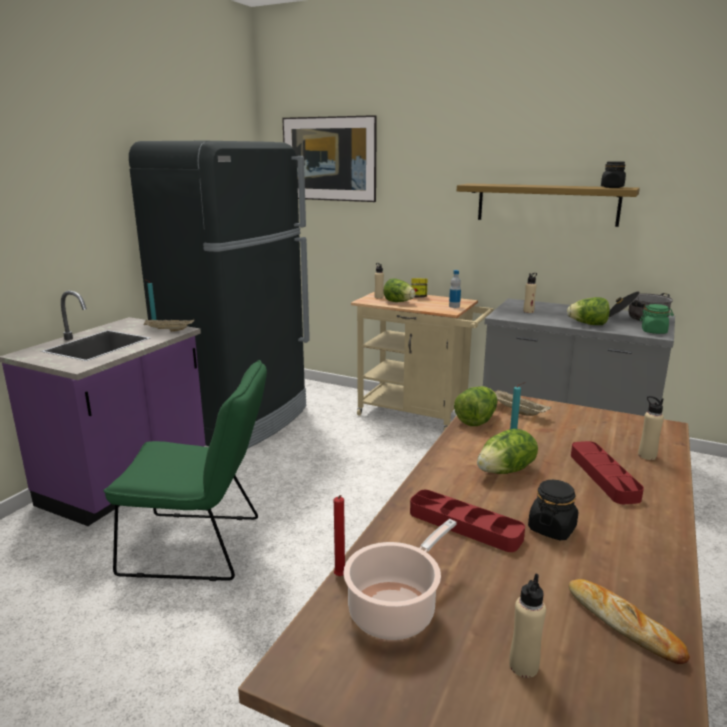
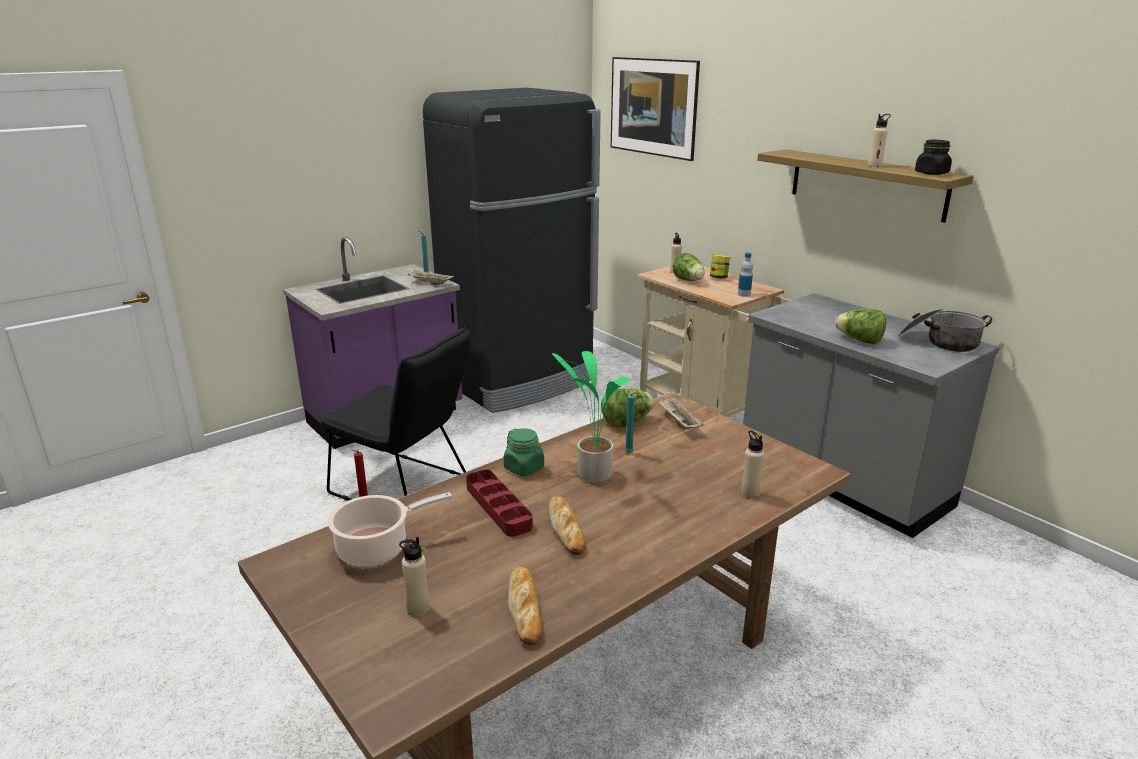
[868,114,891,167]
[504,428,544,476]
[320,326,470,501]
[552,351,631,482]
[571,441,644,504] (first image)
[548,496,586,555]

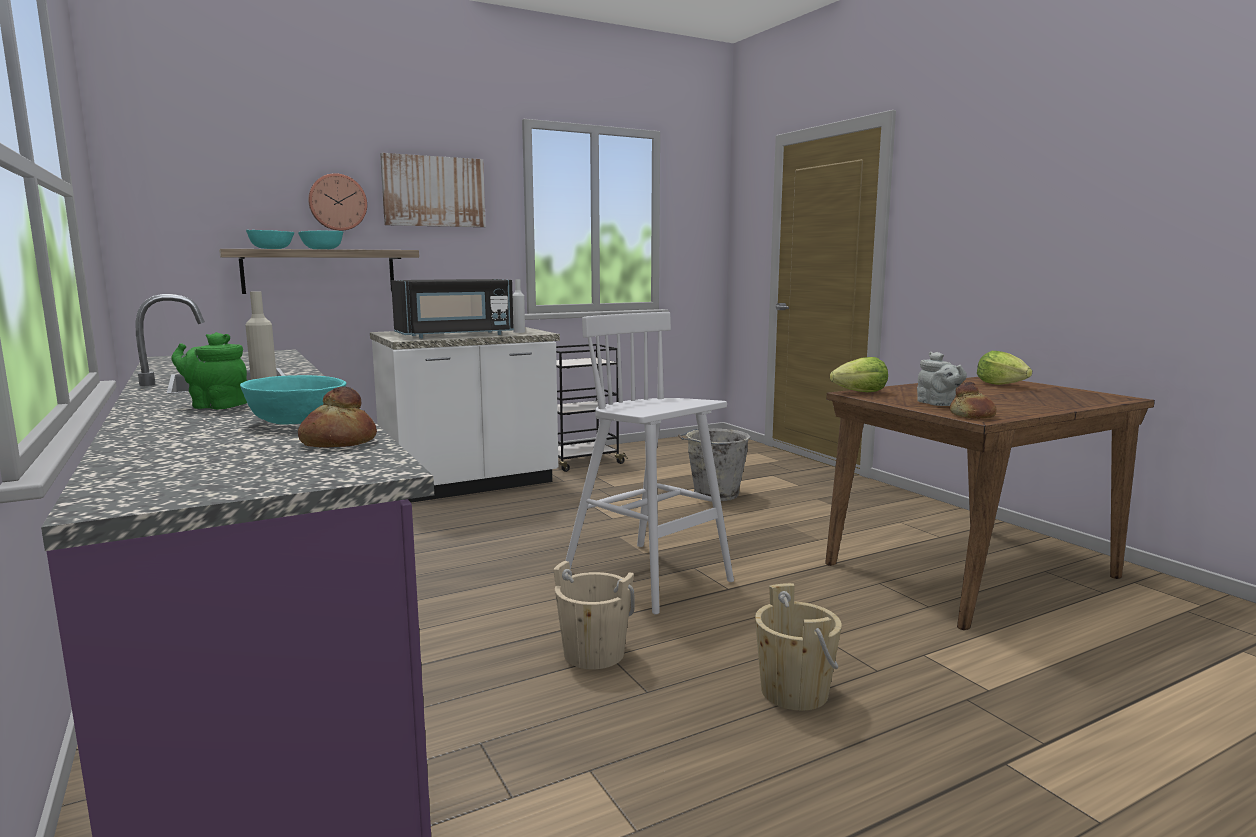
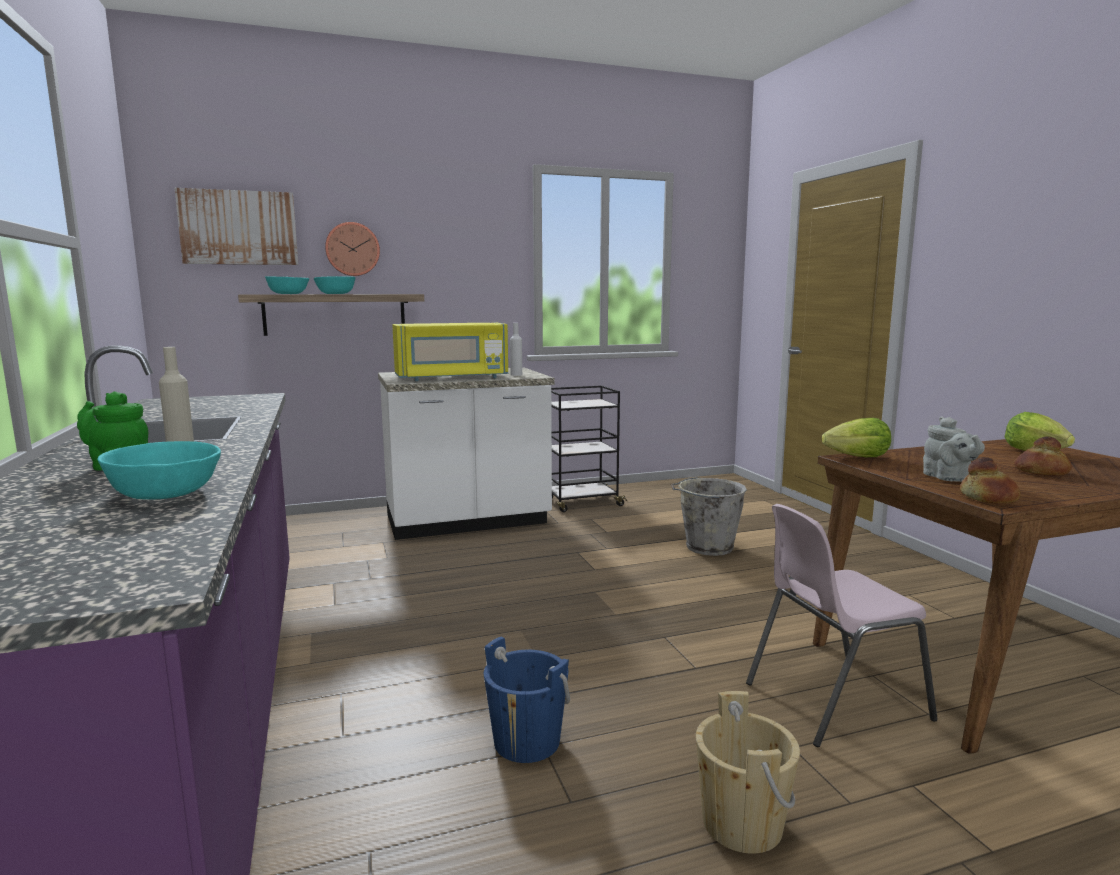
[174,188,298,265]
[392,323,508,381]
[565,312,734,614] (first image)
[1015,436,1072,475]
[484,636,570,763]
[746,504,938,747]

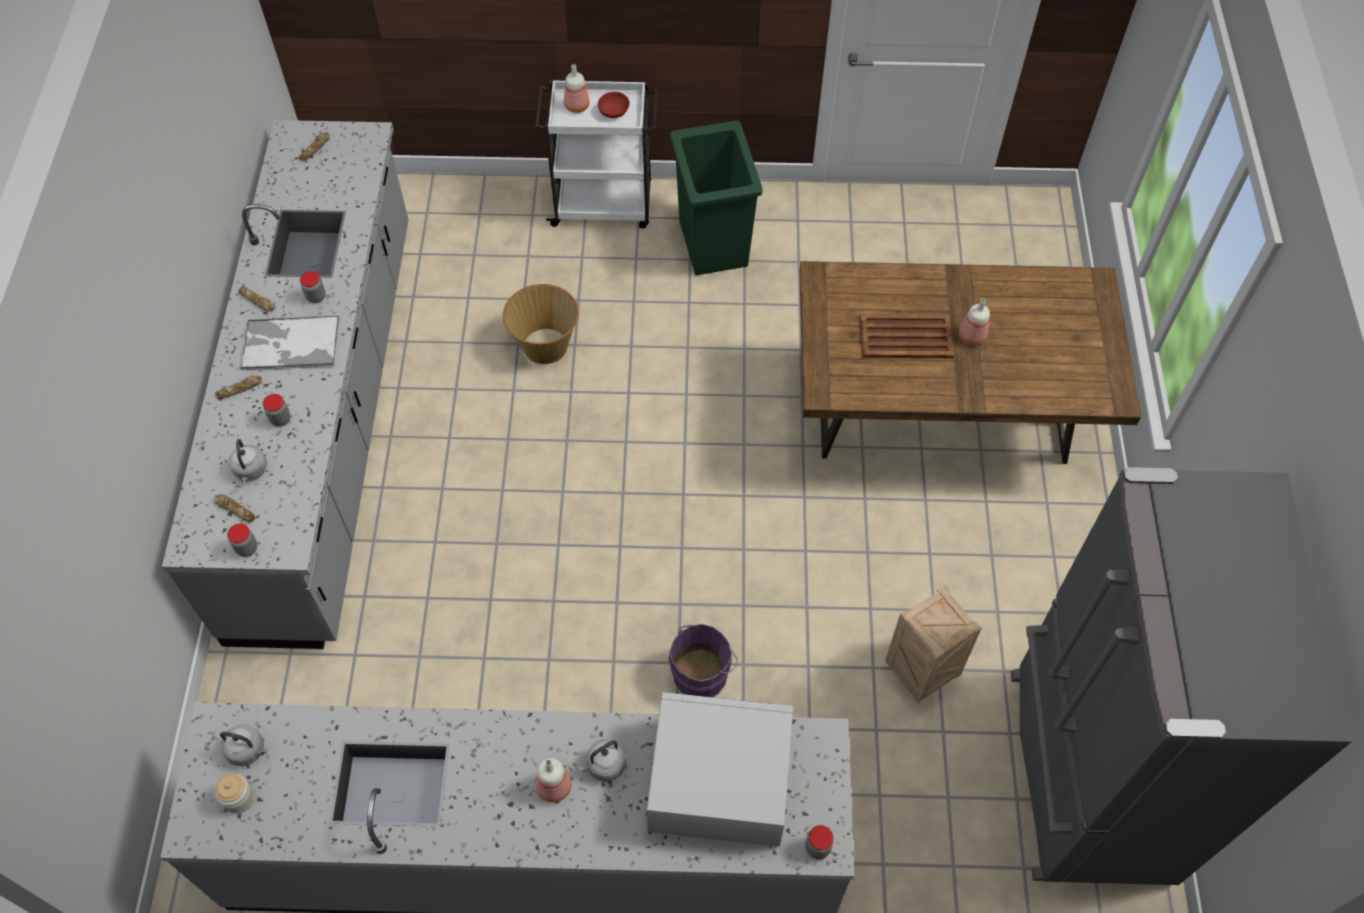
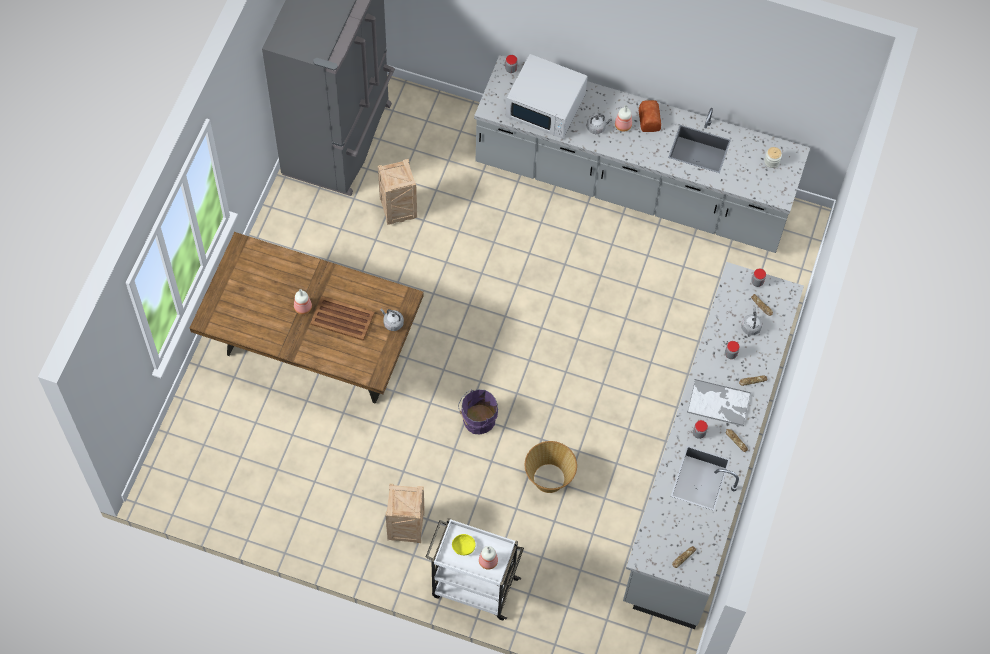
[452,534,476,555]
[385,484,425,543]
[458,389,498,434]
[380,309,404,331]
[639,100,661,132]

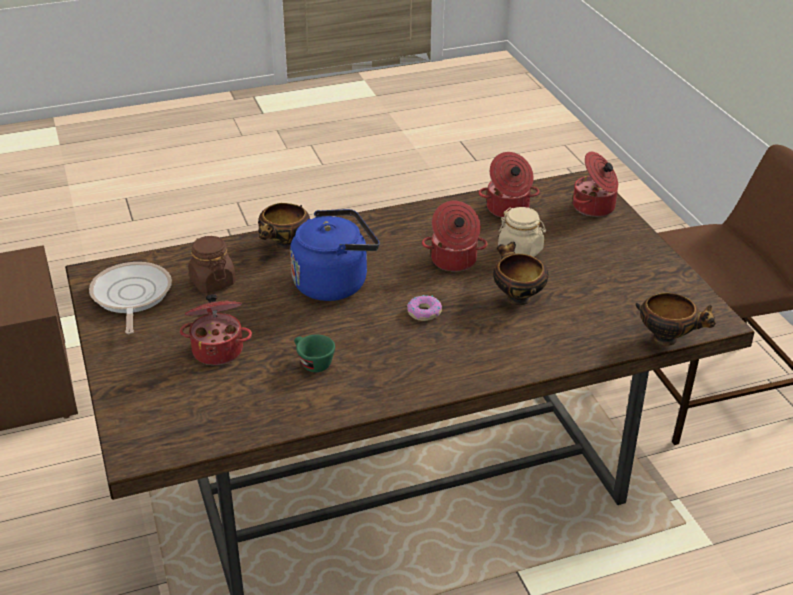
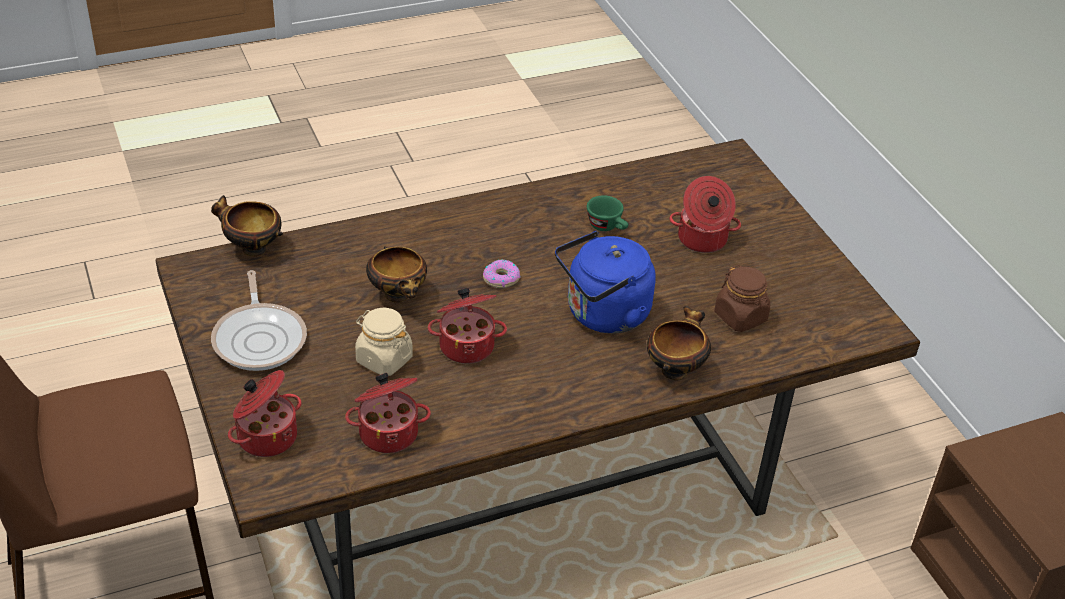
[211,270,307,371]

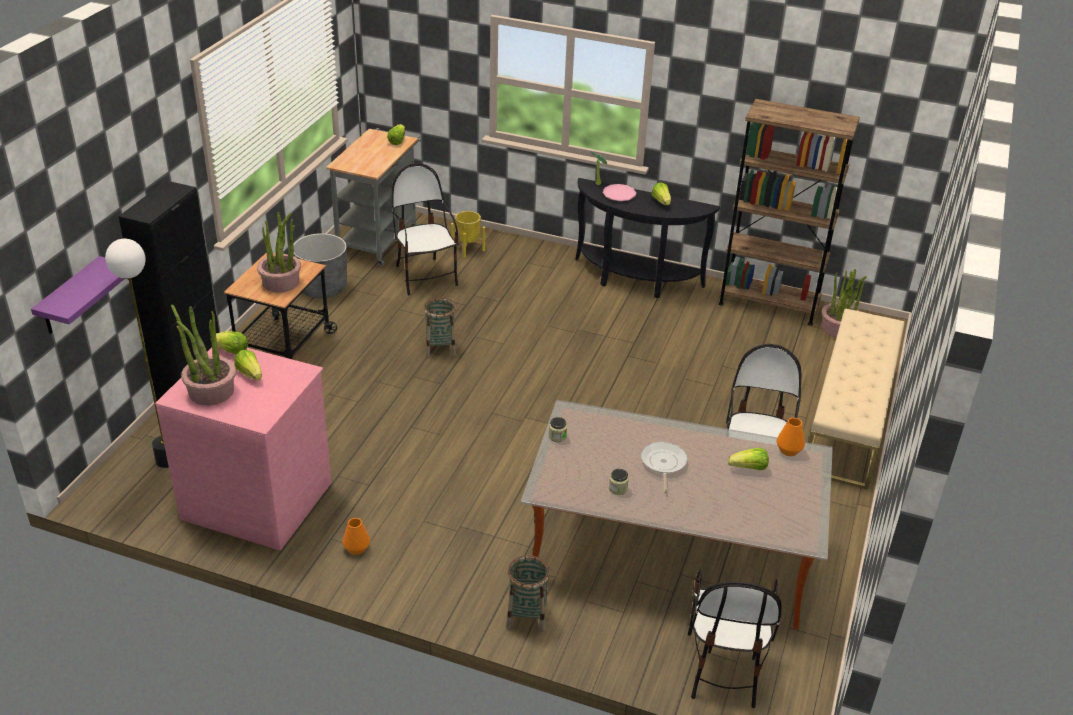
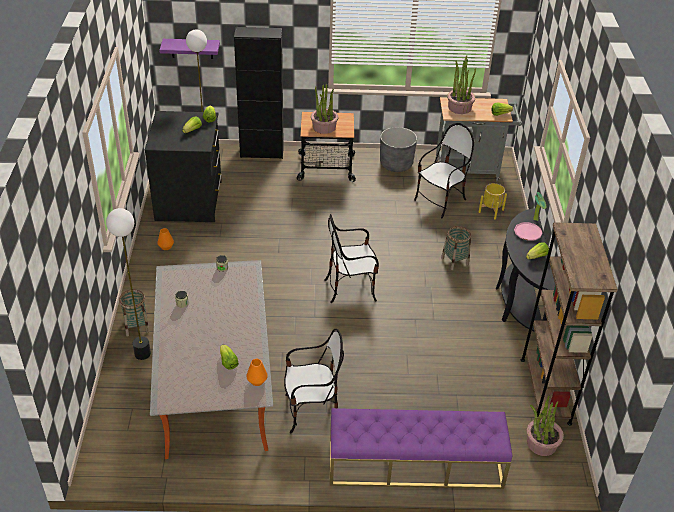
[441,226,471,270]
[447,55,476,114]
[330,408,512,489]
[145,111,222,222]
[641,442,688,493] (first image)
[325,214,379,303]
[106,208,151,360]

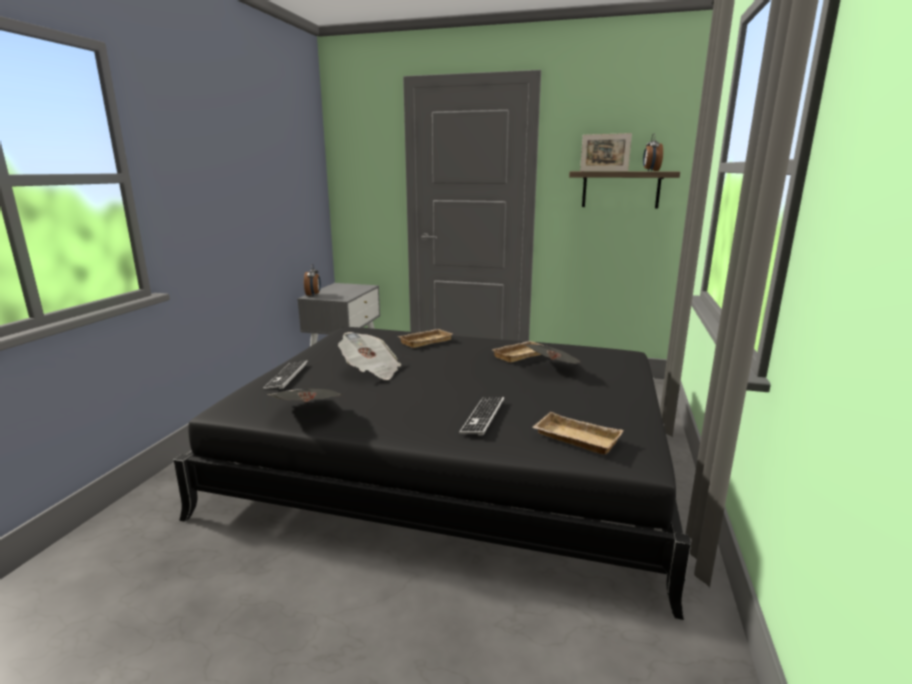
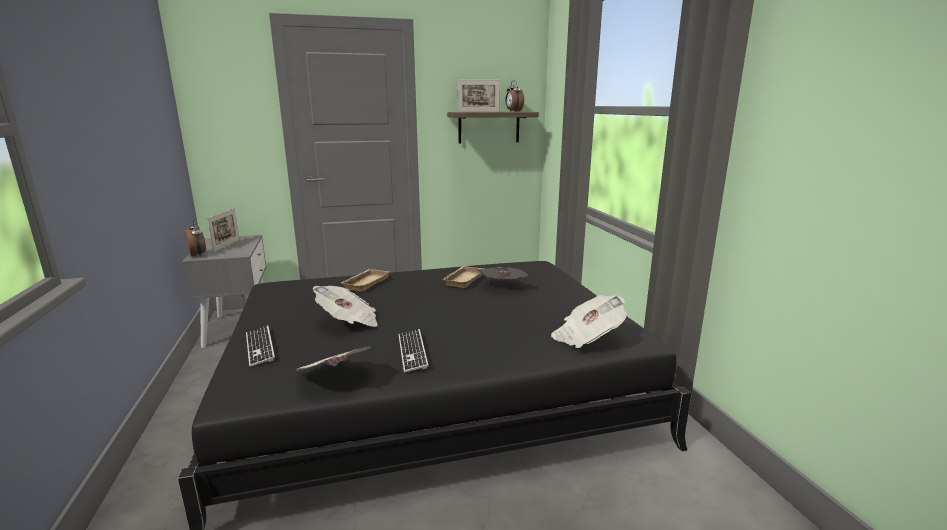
[398,329,429,372]
[551,295,627,348]
[207,208,239,252]

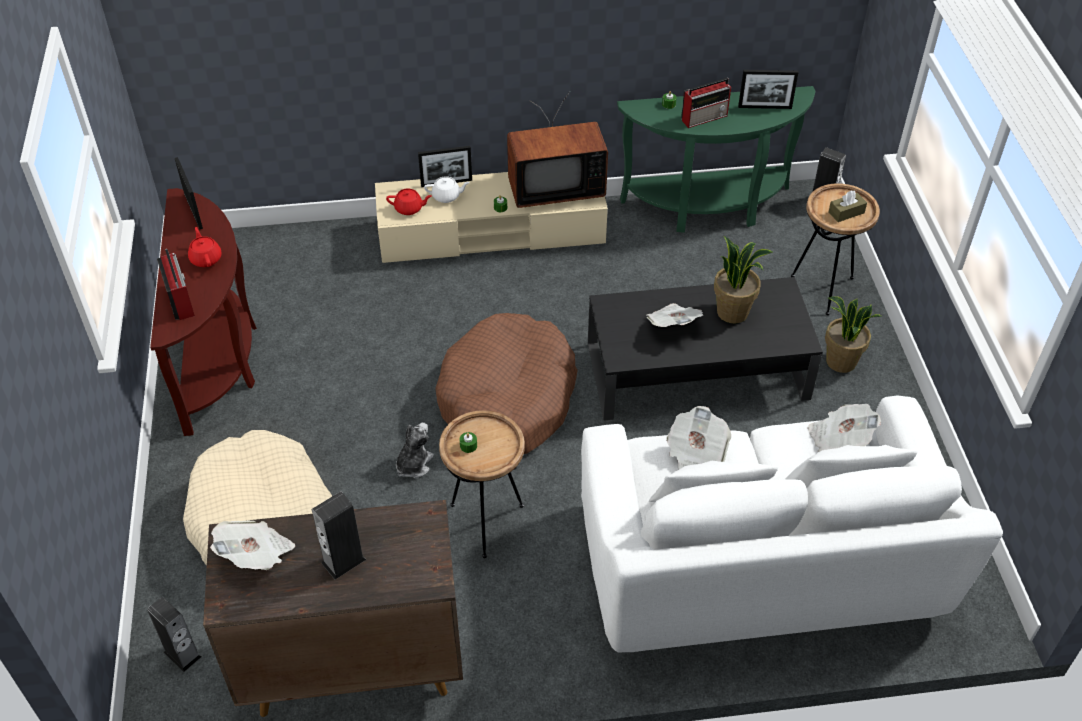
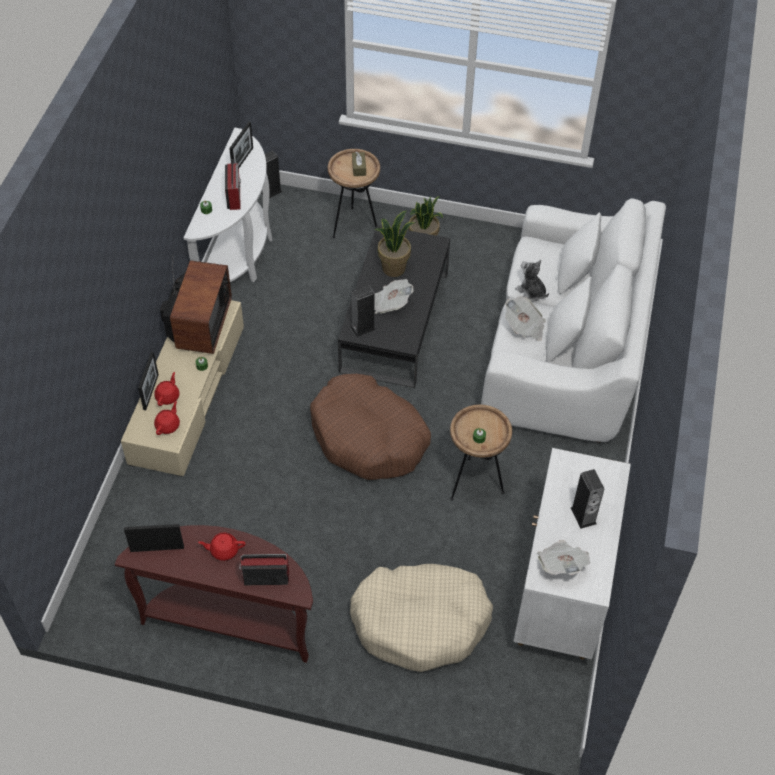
[183,128,272,282]
[154,372,179,406]
[807,404,881,452] (first image)
[515,260,549,302]
[513,448,631,659]
[350,285,376,337]

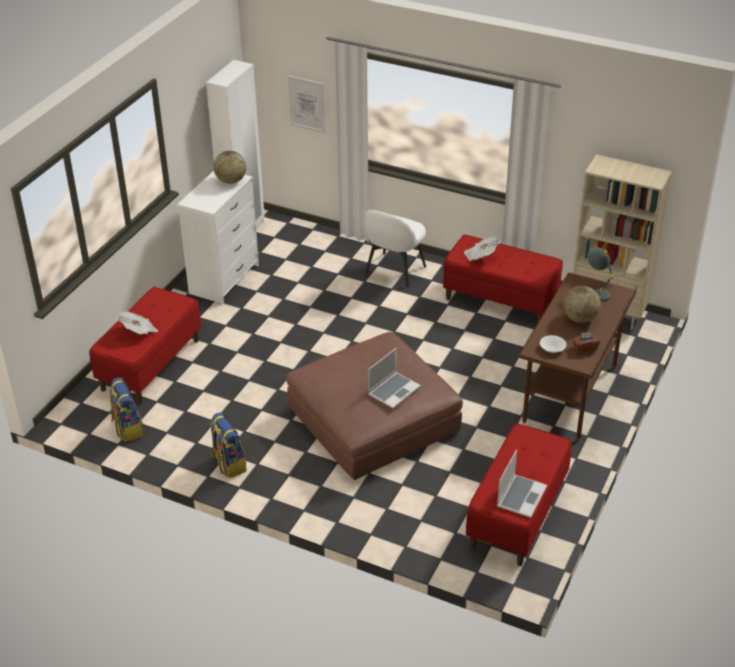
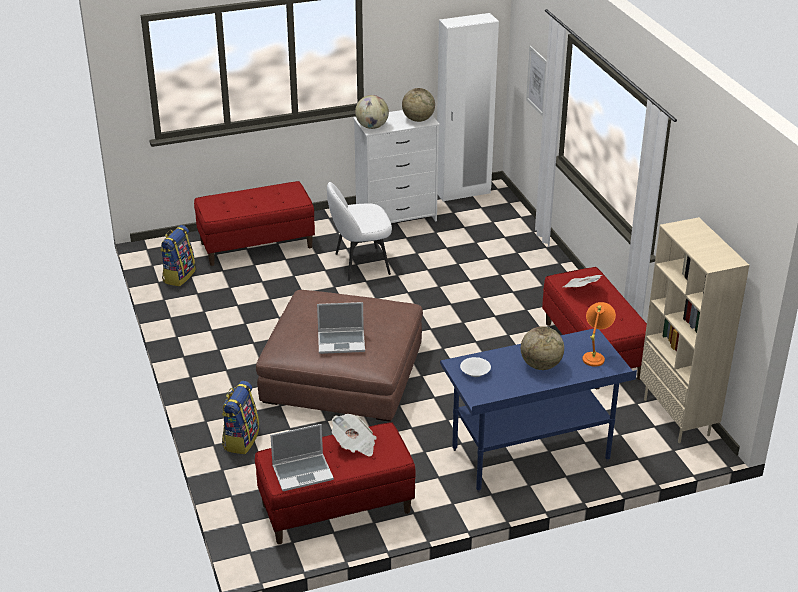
[327,182,392,281]
[583,302,616,367]
[440,329,637,493]
[332,414,376,456]
[573,332,600,353] (first image)
[222,381,259,454]
[355,95,389,129]

